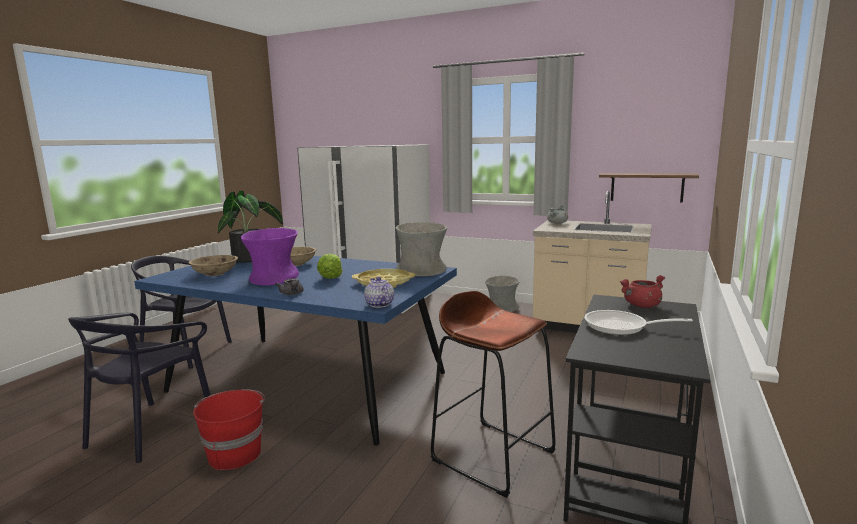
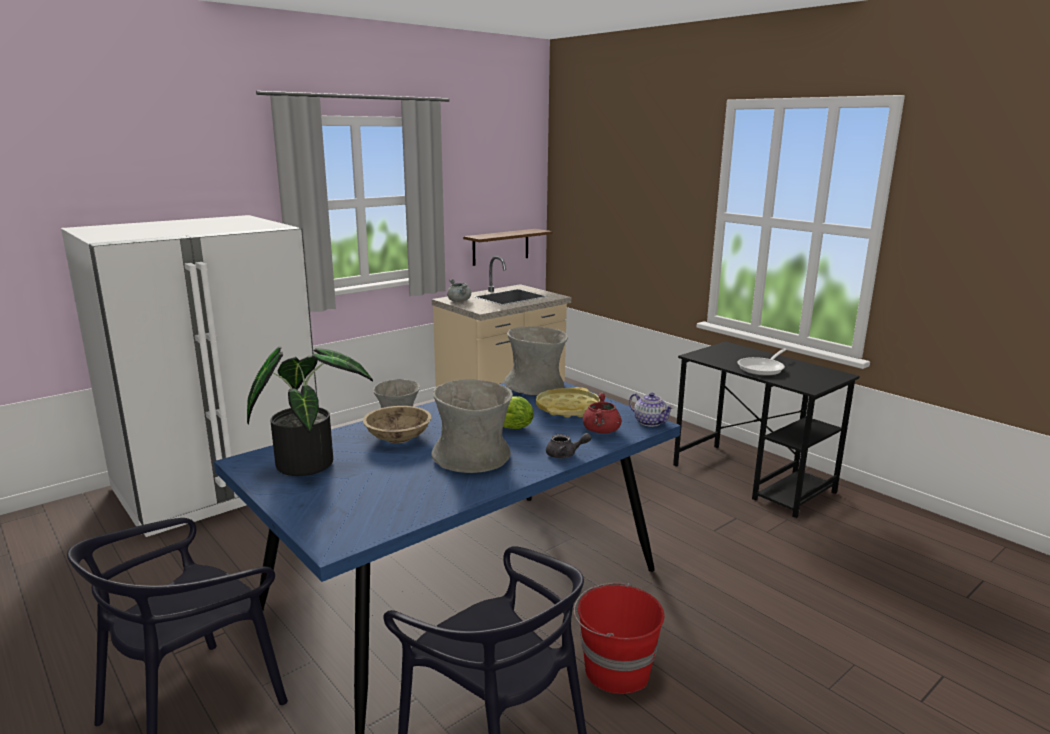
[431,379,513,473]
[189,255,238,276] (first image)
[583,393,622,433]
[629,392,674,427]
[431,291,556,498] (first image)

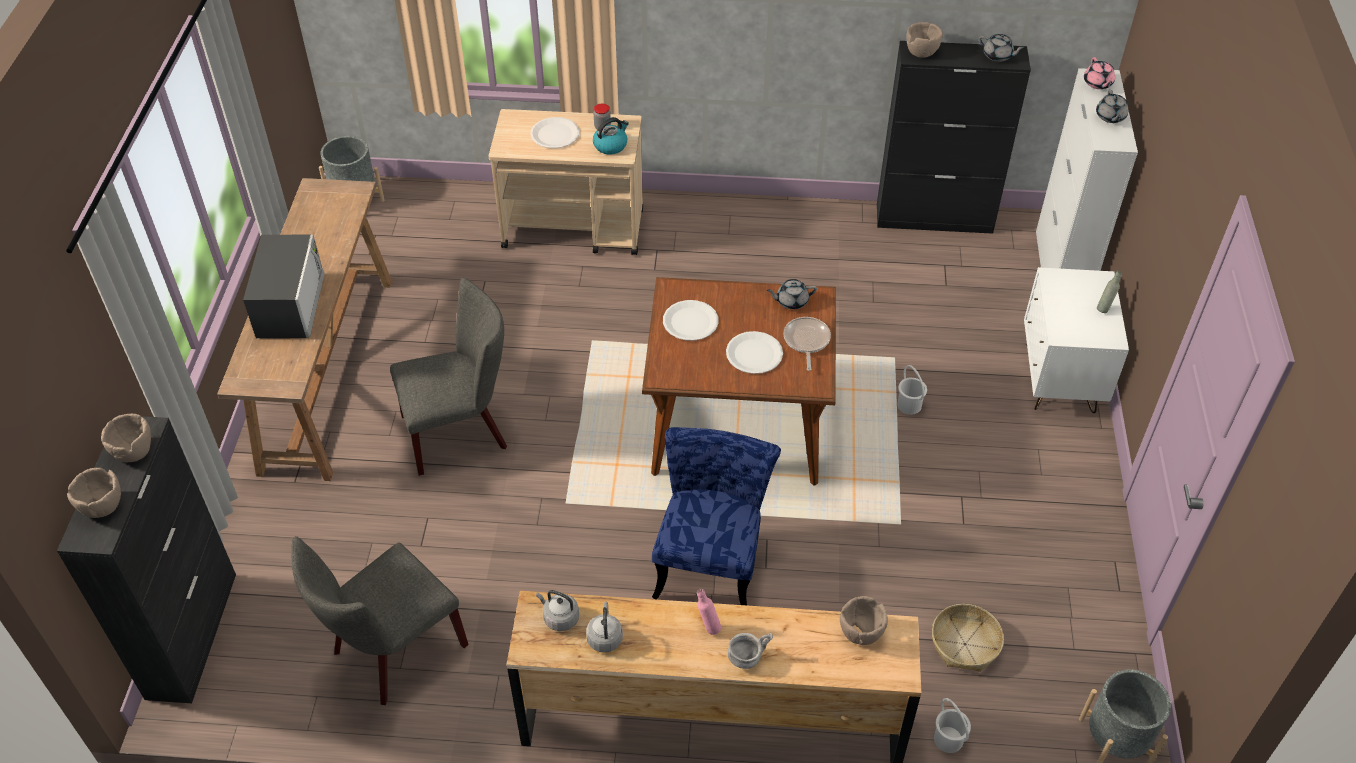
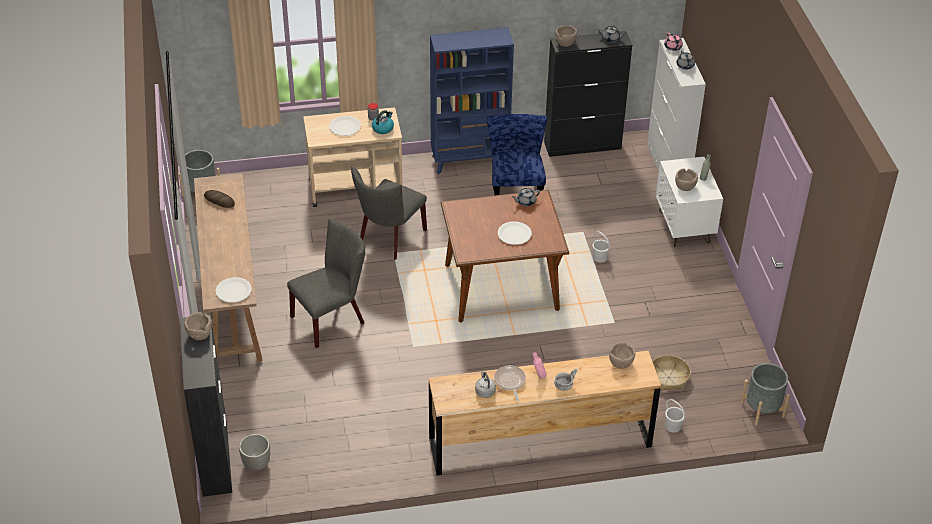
[243,234,325,338] (first image)
[216,277,252,303]
[494,365,526,401]
[487,114,547,196]
[675,168,698,191]
[351,165,427,260]
[536,590,579,631] (first image)
[430,28,514,174]
[204,190,235,208]
[239,434,270,471]

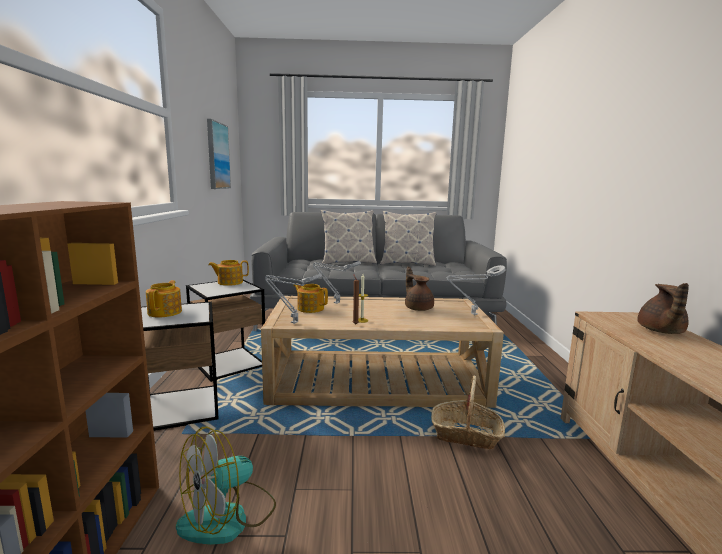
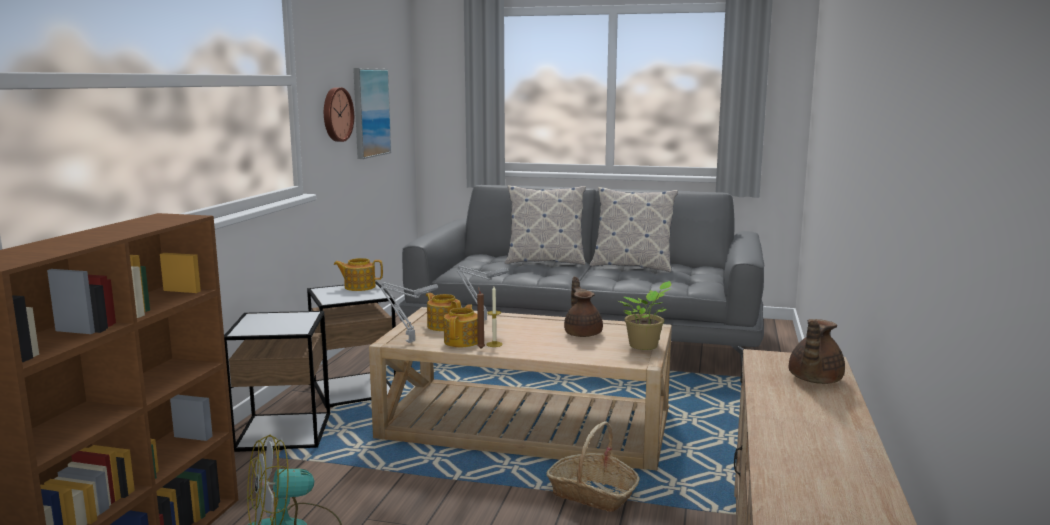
[619,281,672,350]
[444,304,478,347]
[324,87,354,142]

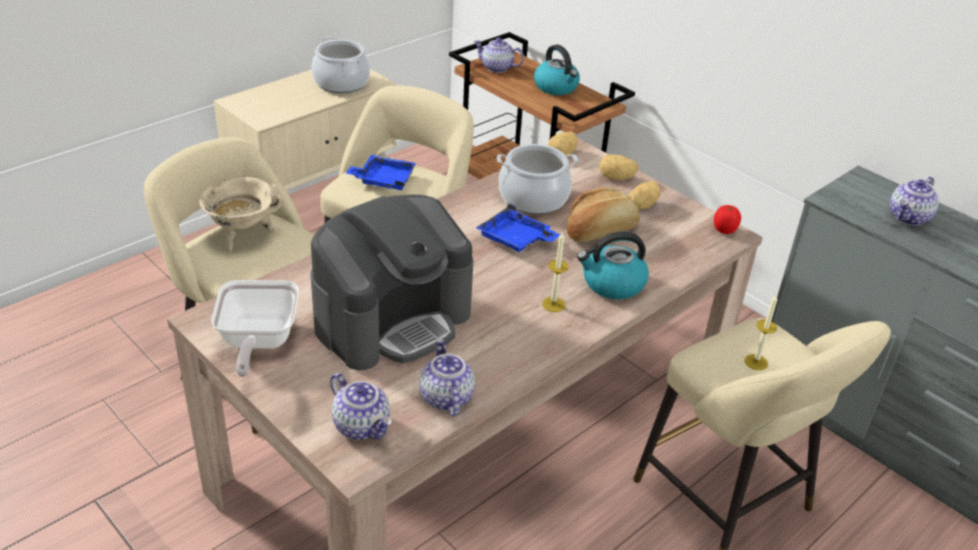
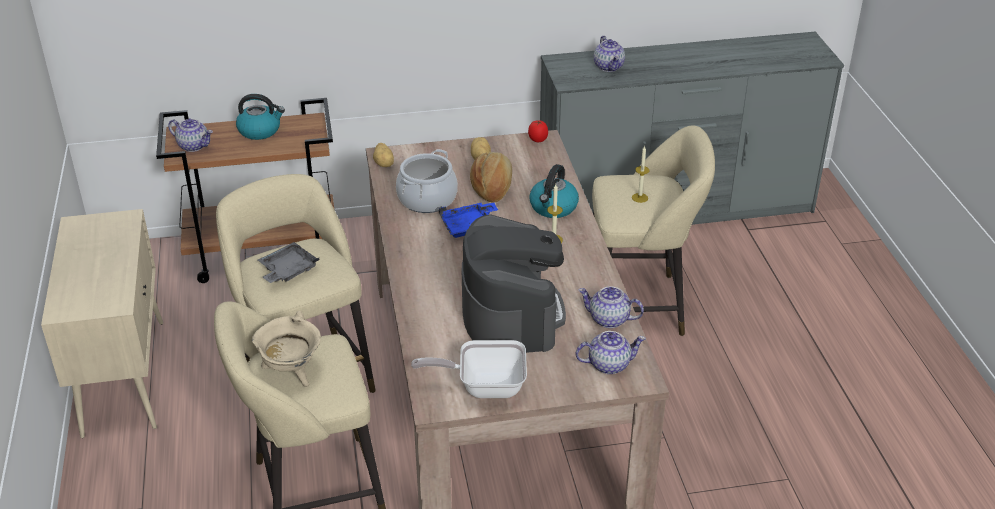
[311,36,370,93] (first image)
[168,119,213,152]
[599,154,638,180] (first image)
[258,242,319,283]
[411,340,527,398]

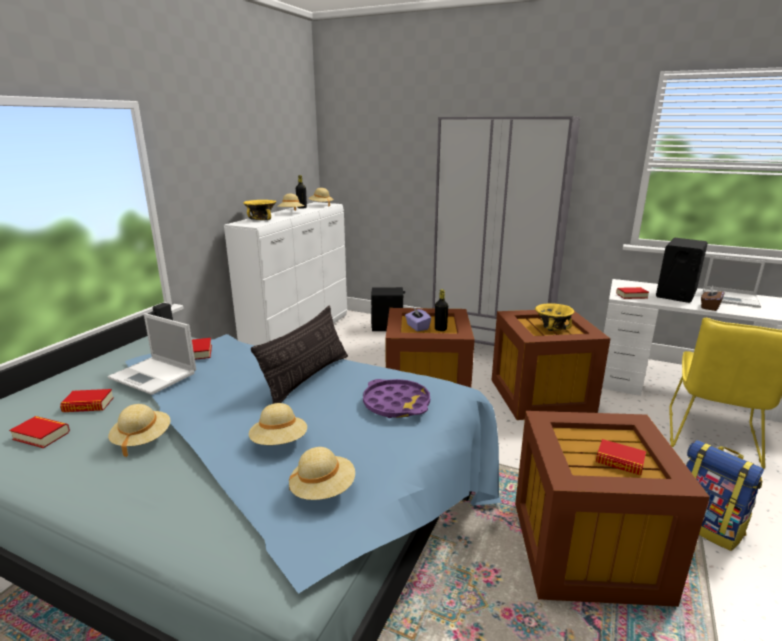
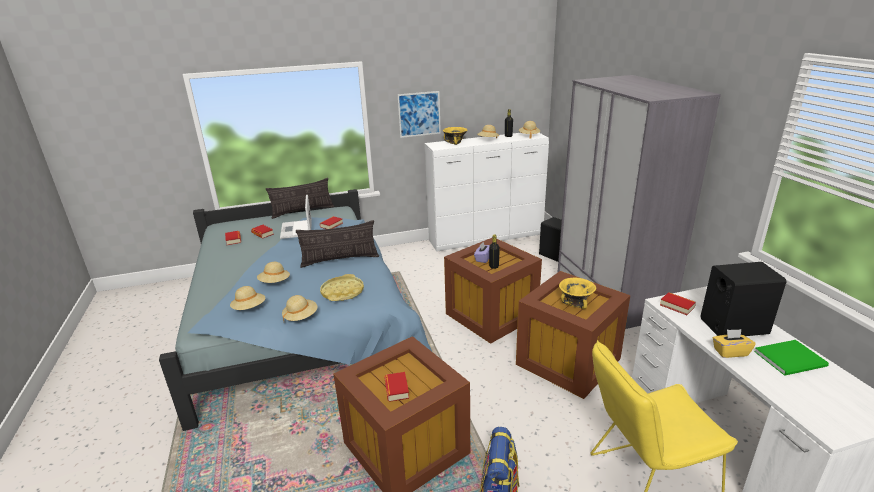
[754,340,829,376]
[713,329,756,358]
[320,274,364,301]
[282,295,317,321]
[397,91,441,138]
[266,178,334,219]

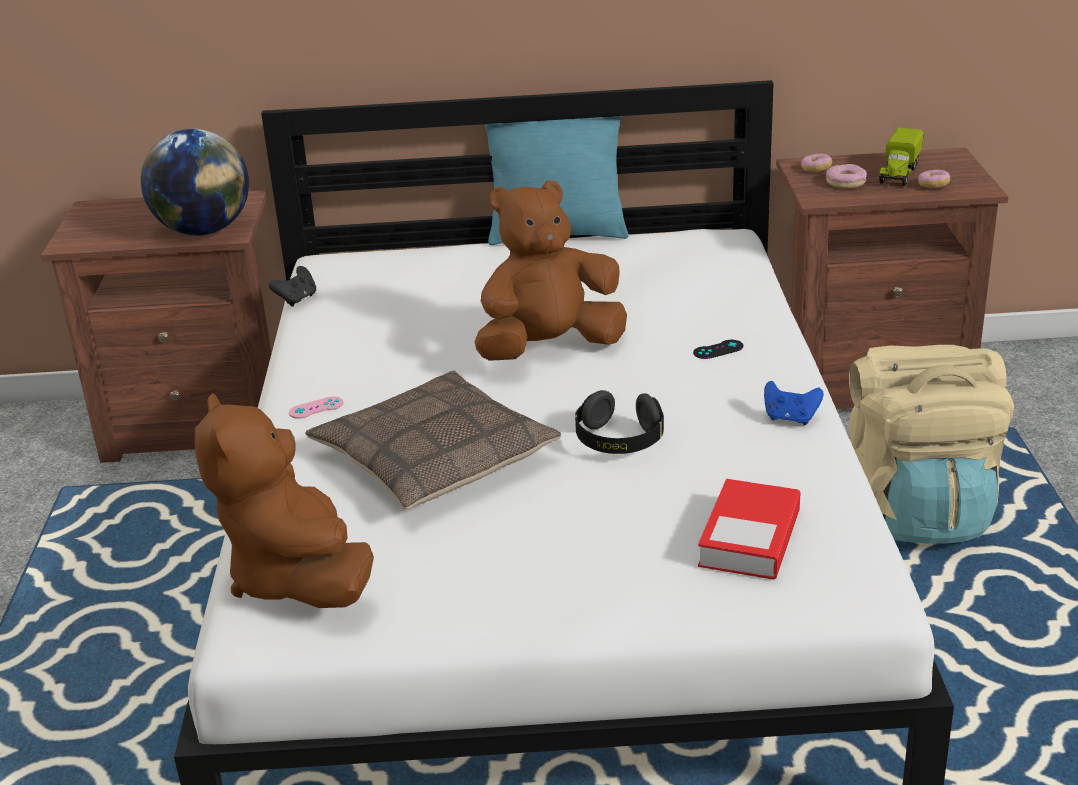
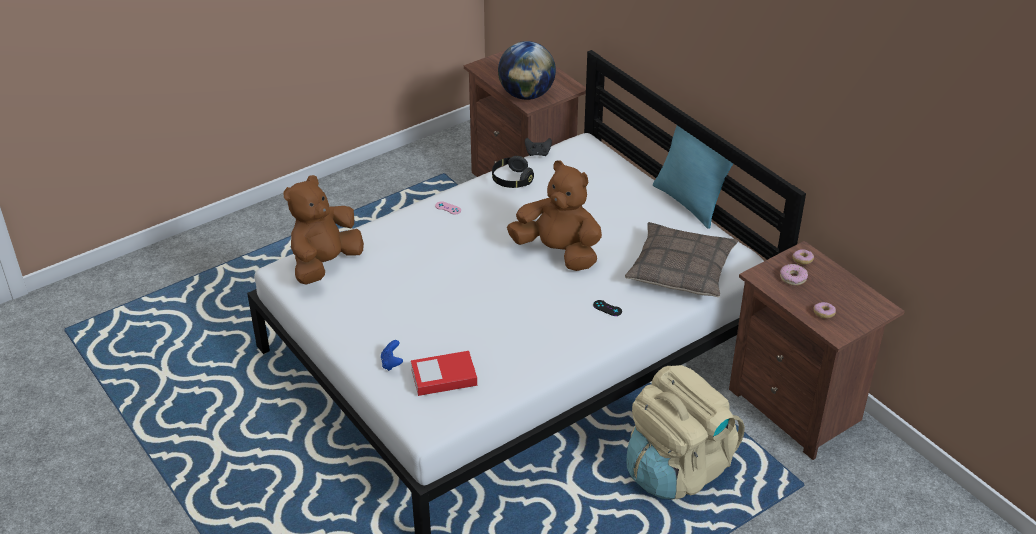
[879,128,924,186] (first image)
[625,222,738,297]
[381,340,403,371]
[492,156,534,188]

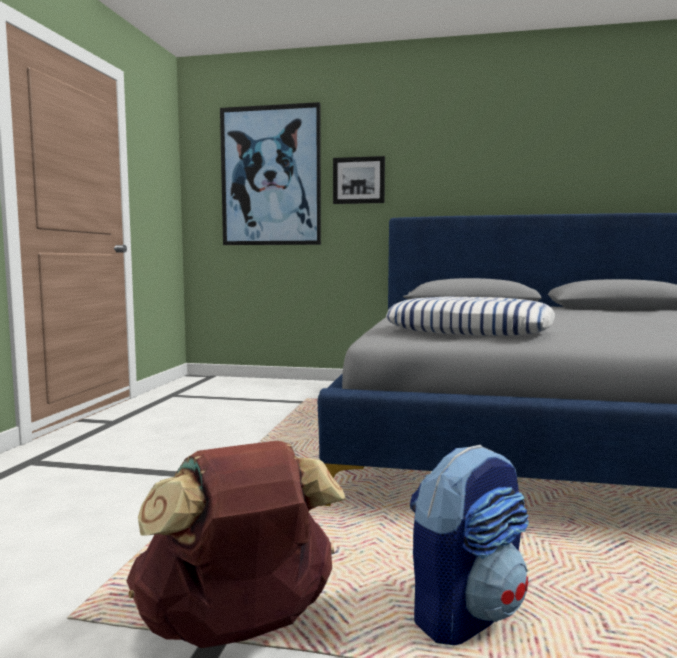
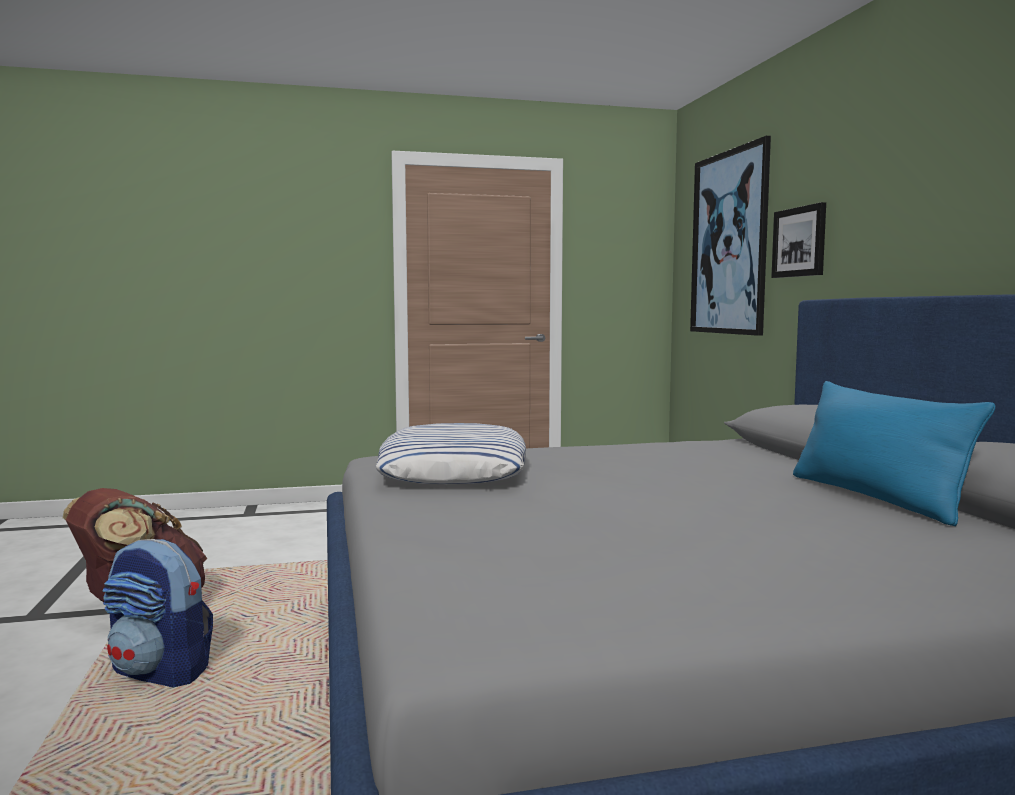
[793,381,995,526]

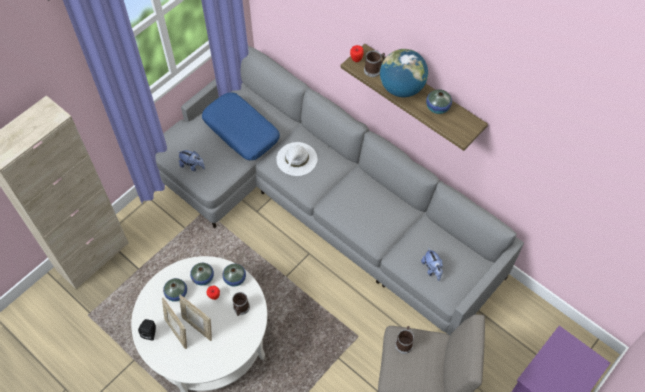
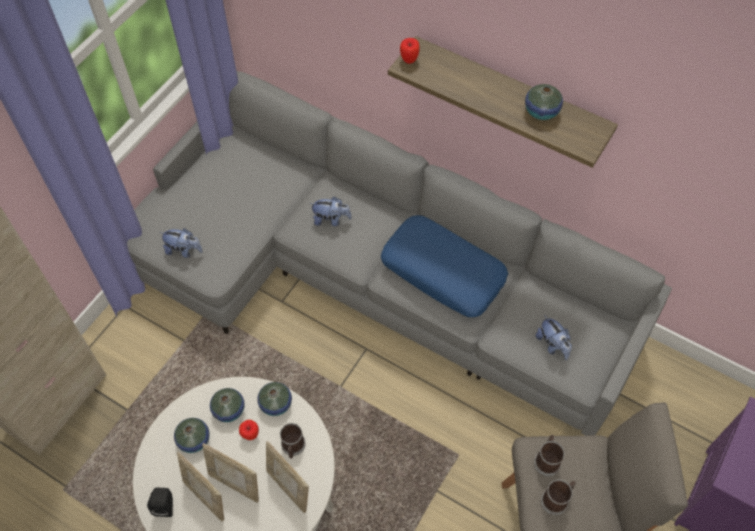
[380,49,428,97] (first image)
[541,480,576,515]
[381,215,508,317]
[309,196,352,226]
[266,441,309,513]

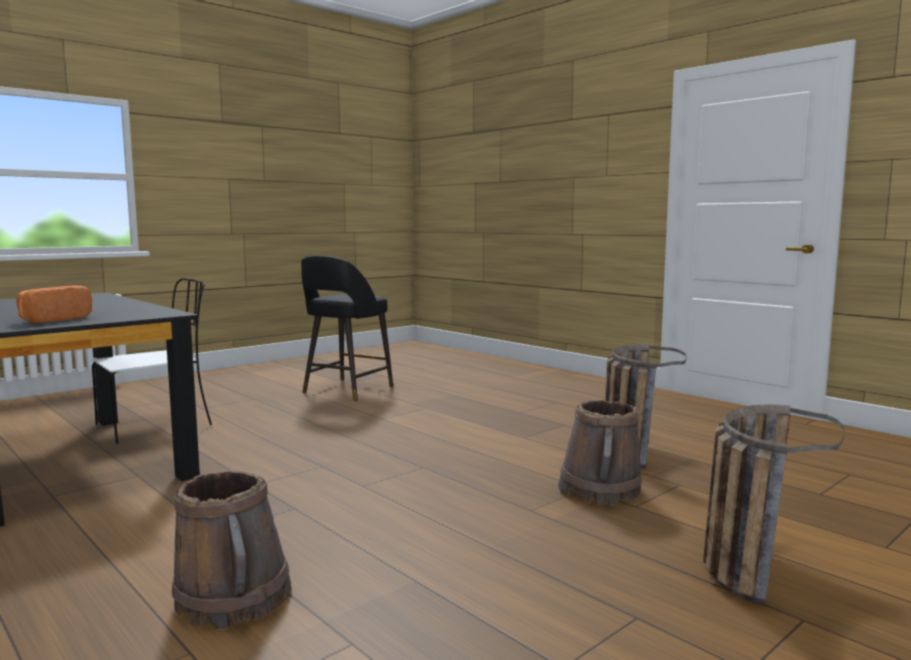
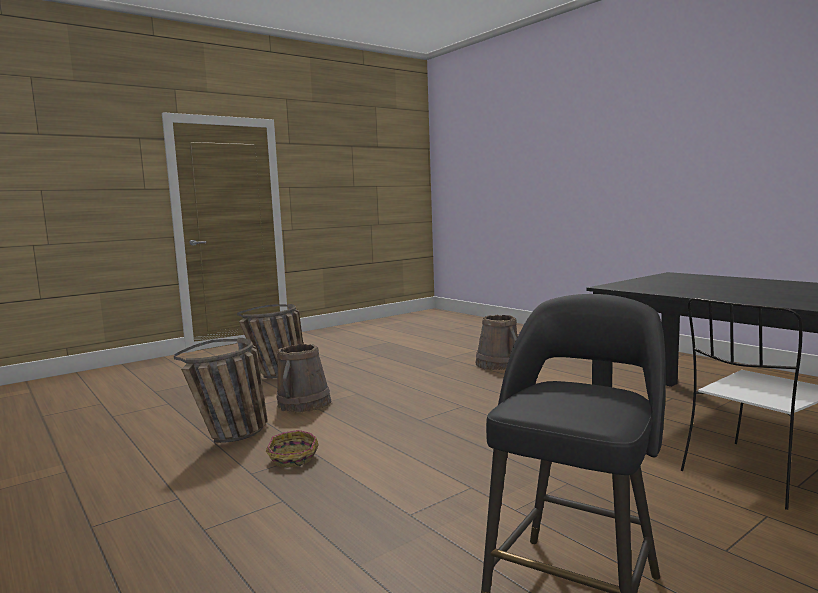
[16,286,92,324] (first image)
[266,430,319,468]

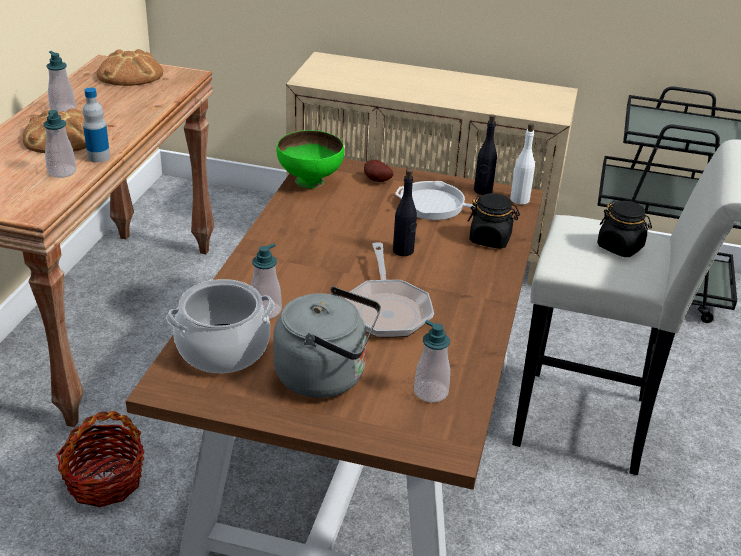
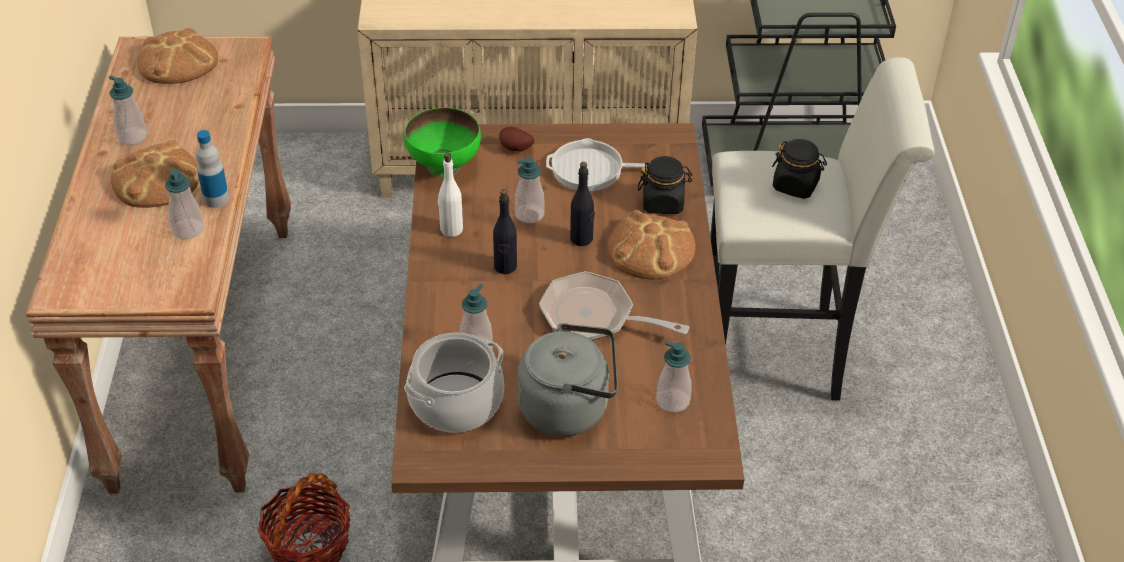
[493,189,517,274]
[438,153,463,237]
[539,271,689,341]
[515,157,545,223]
[608,210,696,280]

